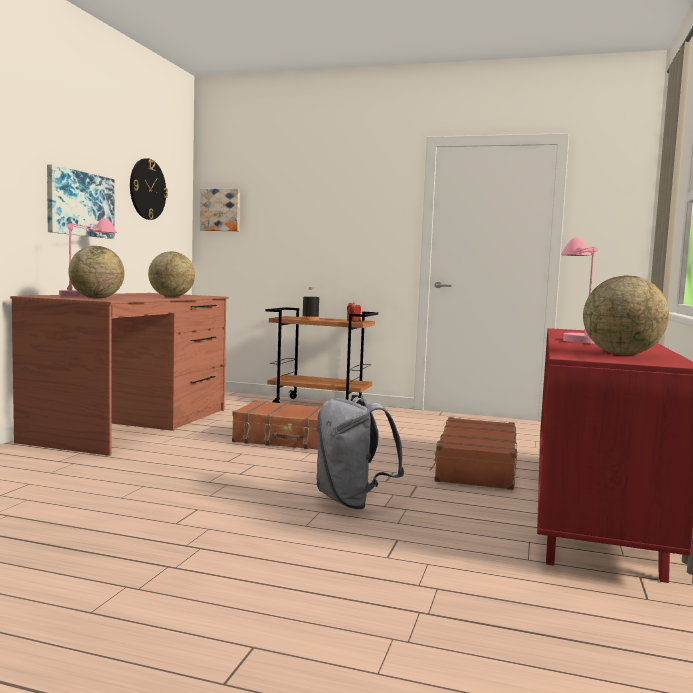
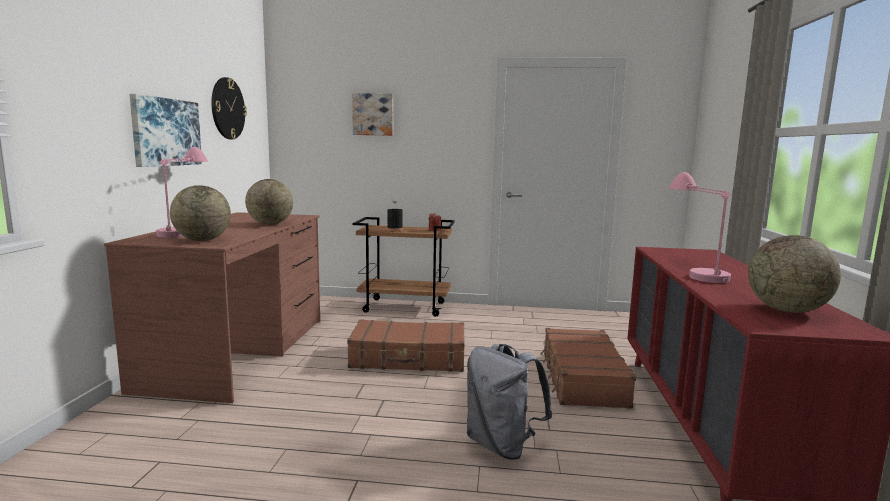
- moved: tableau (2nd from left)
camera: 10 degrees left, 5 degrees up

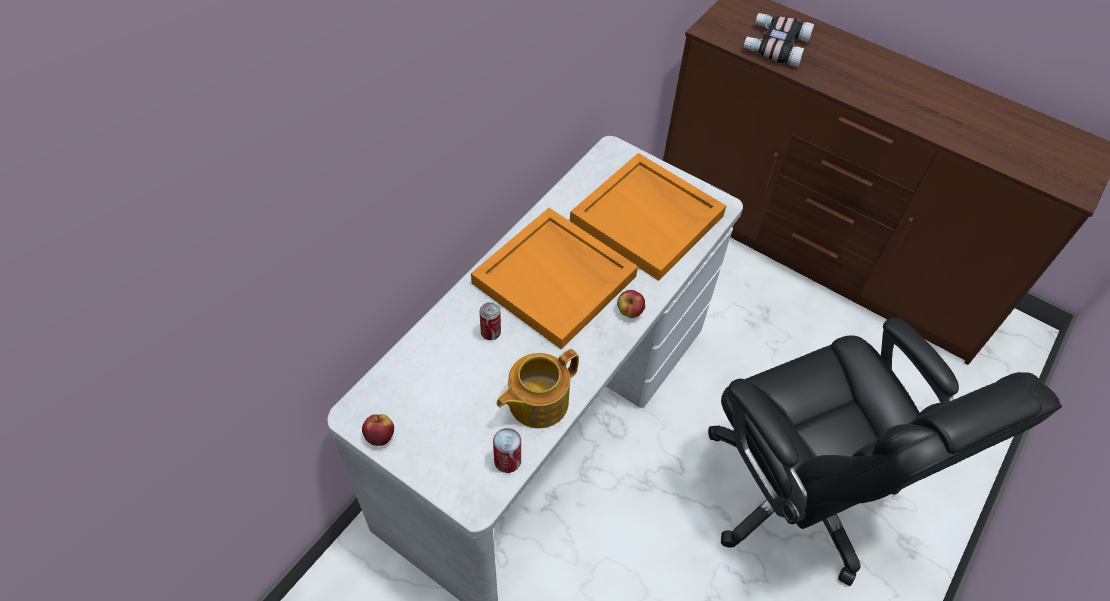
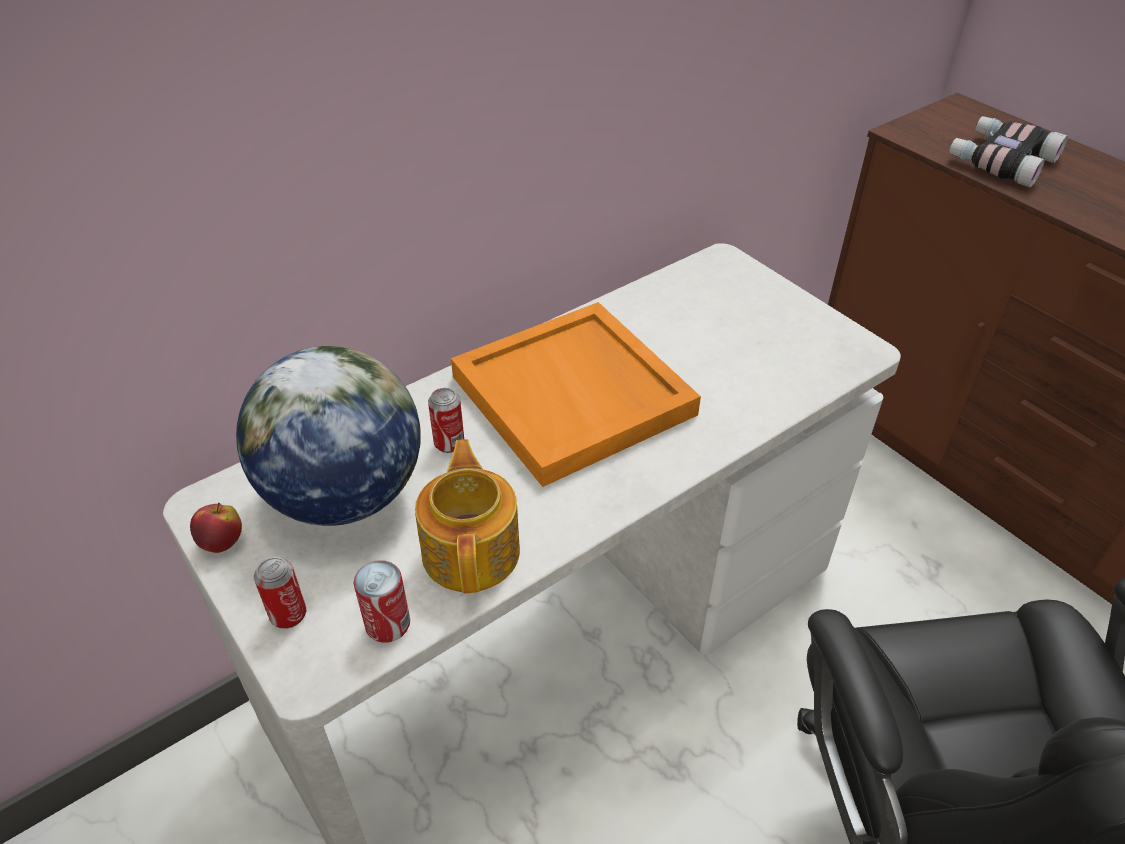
- removed: plateau (orange) (2nd from left)
- removed: pomme (2nd from left)
- added: globe
- added: boîte métallique (1st from left)
- turned: théière 105 degrees clockwise
camera: 20 degrees right, 10 degrees down

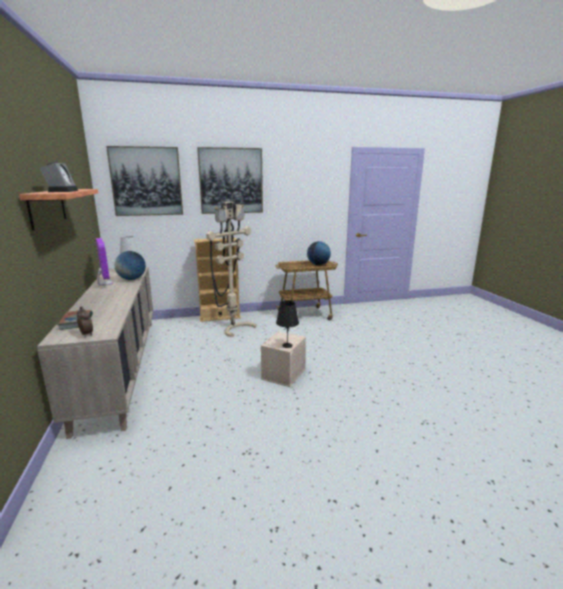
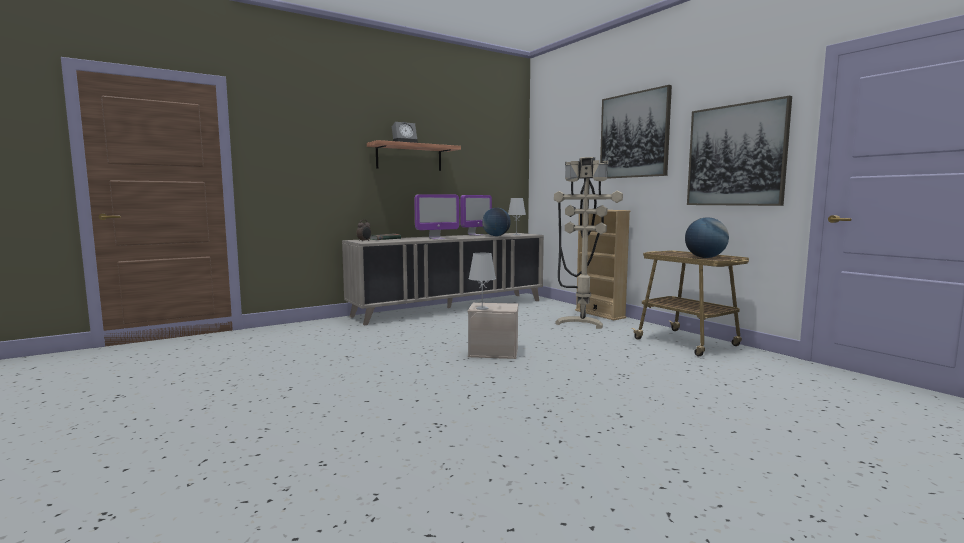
- added: écran d'ordinateur (1st from left)
- moved: tableau (1st from left in the first image) to tableau (2nd from left)
- recoloured: lampe de table (noir) to lampe de table (blanc) (1st from left)
camera: 70 degrees right, 10 degrees down

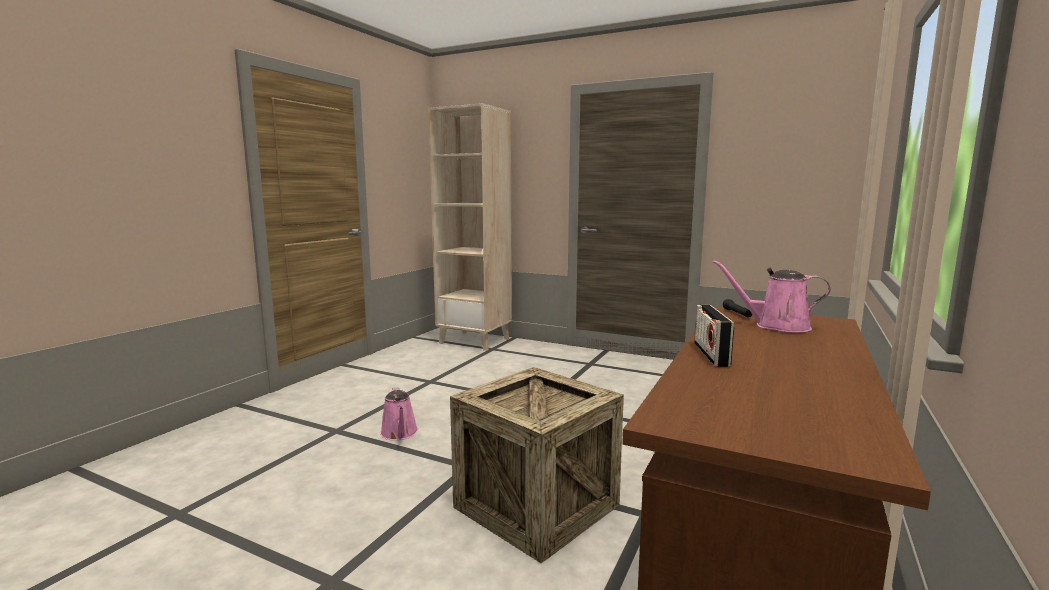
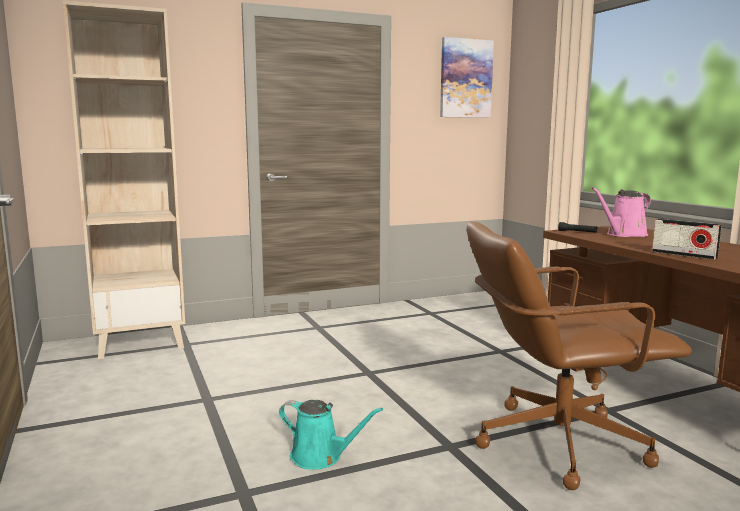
- added: tableau
- replaced: caisse to chaise de bureau (marron)
- recoloured: arrosoir (rose) (1st from left) to arrosoir (turquoise)
camera: 50 degrees left, 0 degrees up

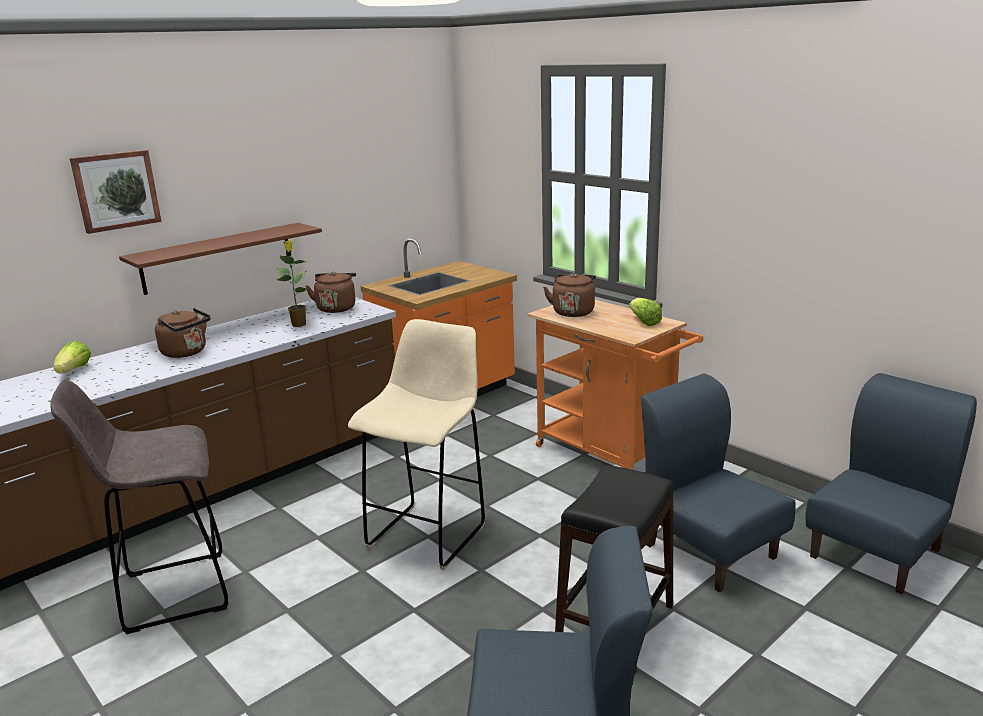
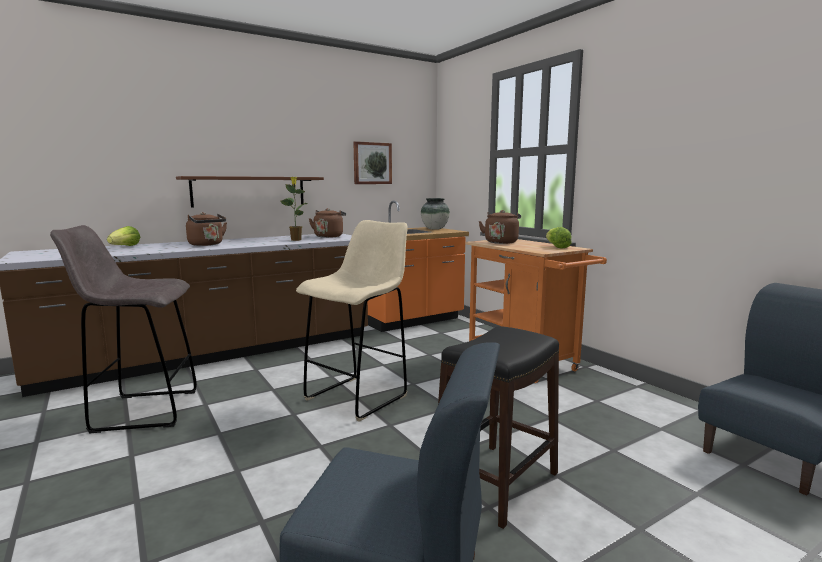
- removed: chaise (bleu) (2nd from left)
- added: vase
- moved: tableau
camera: 10 degrees right, 10 degrees down

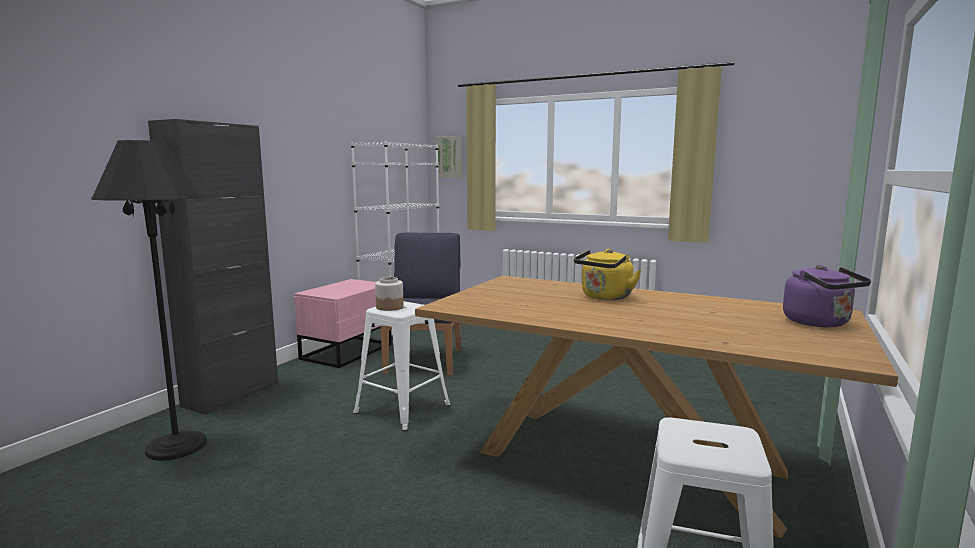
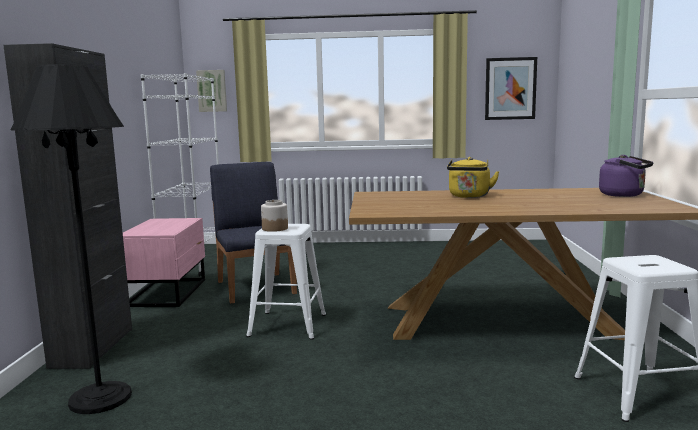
- added: tableau (2nd from left)
camera: 25 degrees left, 0 degrees up

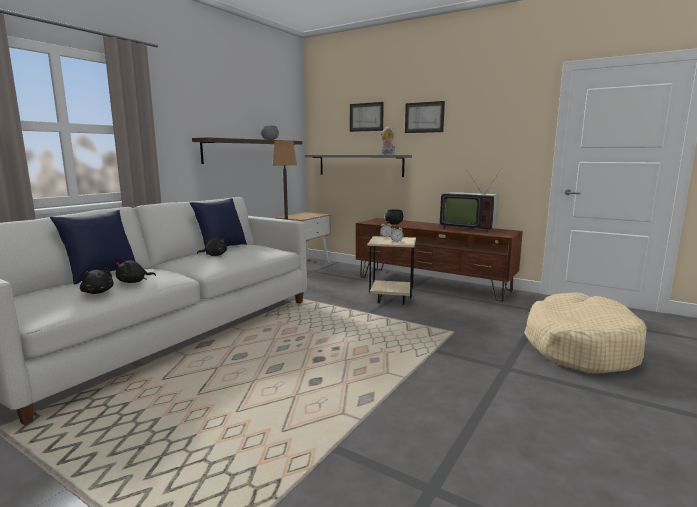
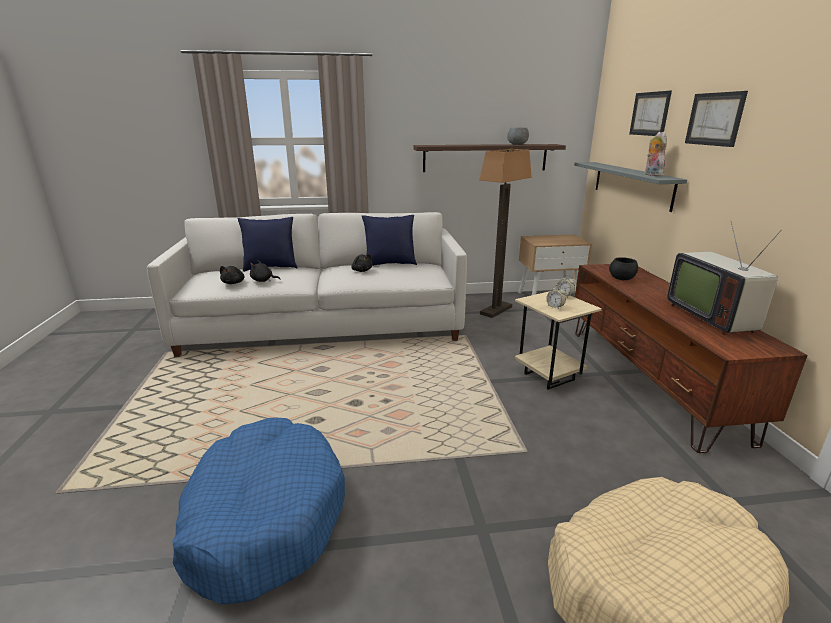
- added: panier pour chien (bleu)
camera: 50 degrees right, 10 degrees up

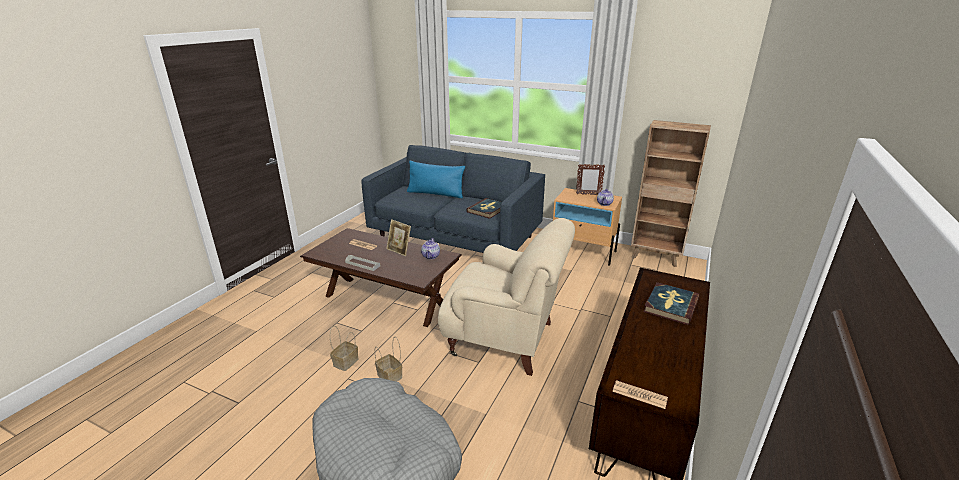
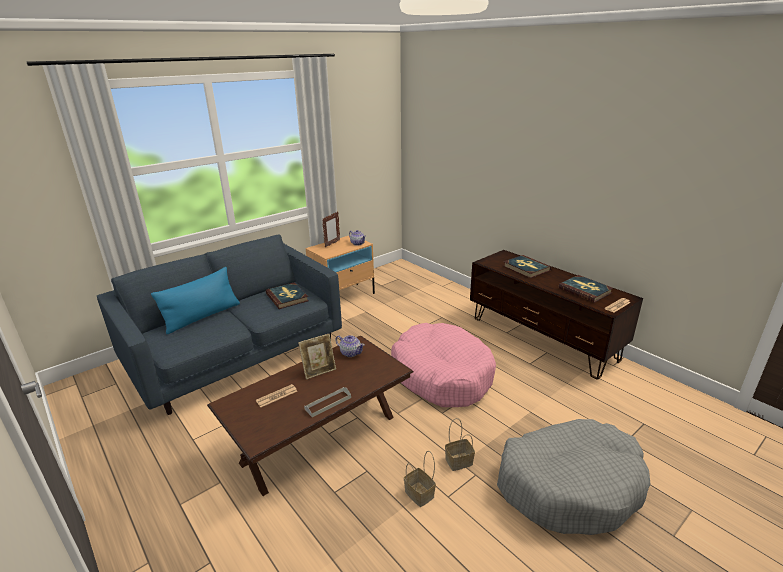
- removed: bibliothèque (marron)
- added: livre (3rd from left)
- replaced: fauteuil (beige) to panier pour chien (rose)
camera: 65 degrees left, 0 degrees up

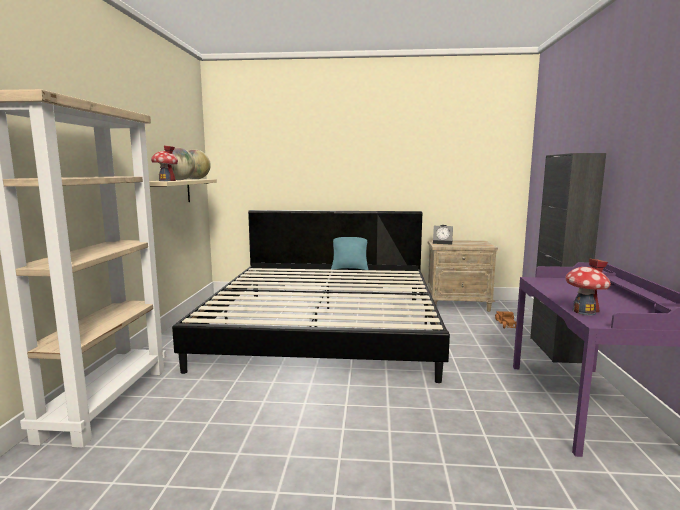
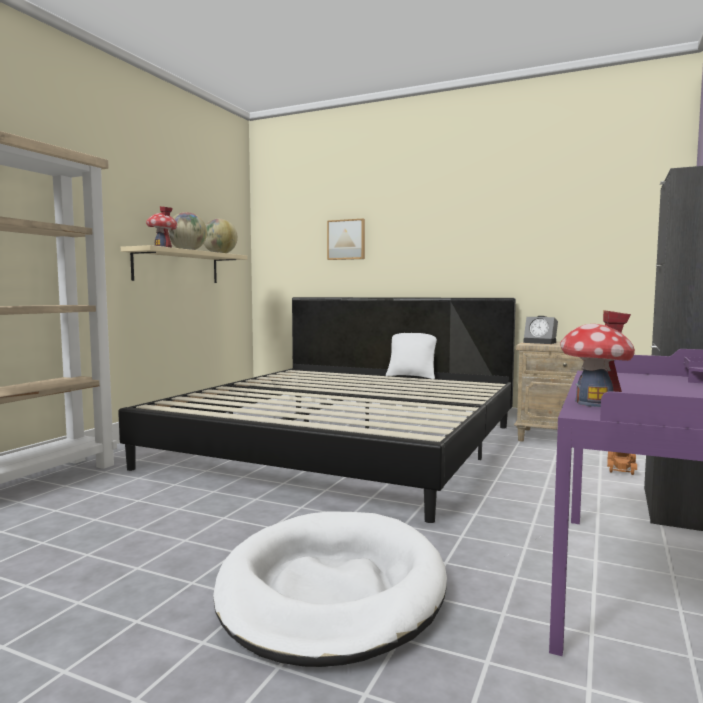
- added: panier pour chien (blanc)
- added: tableau
- recoloured: coussin (turquoise) to coussin (blanc)
camera: 20 degrees right, 5 degrees down

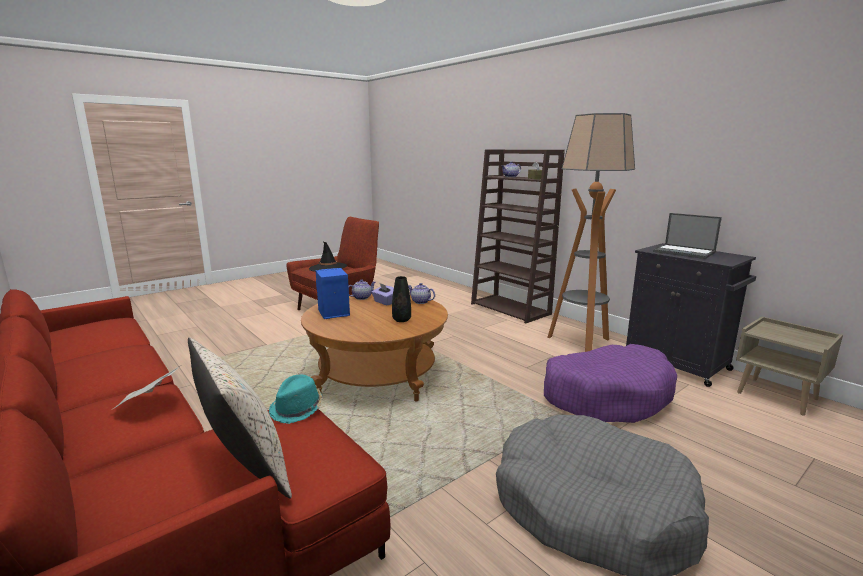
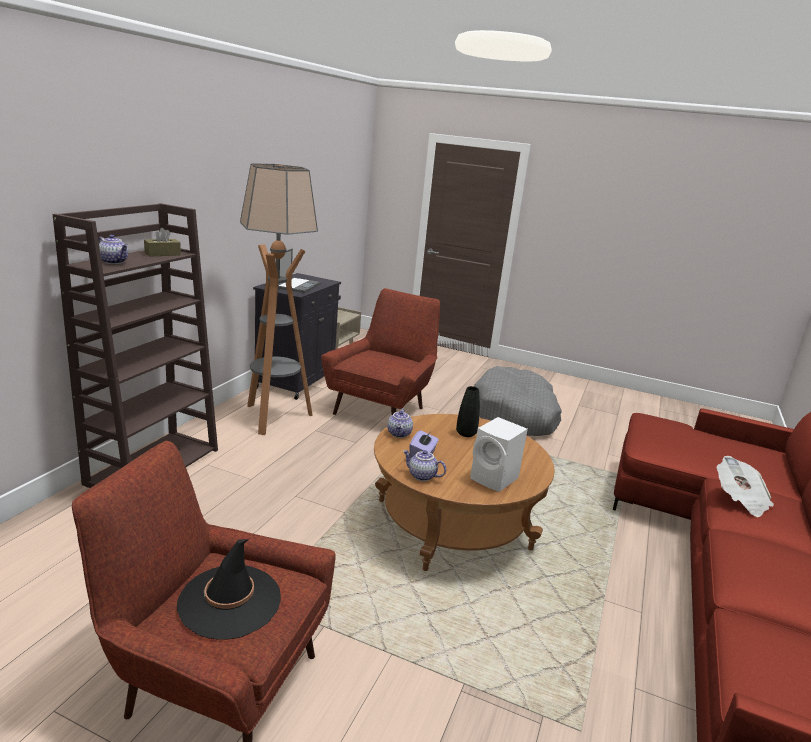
- removed: coussin (beige)
- removed: chapeau (turquoise)
- replaced: panier pour chien (violet) to fauteuil (rouge) (2nd from left)
- recoloured: enceinte (bleu) to enceinte (blanc)
camera: 120 degrees left, 5 degrees up

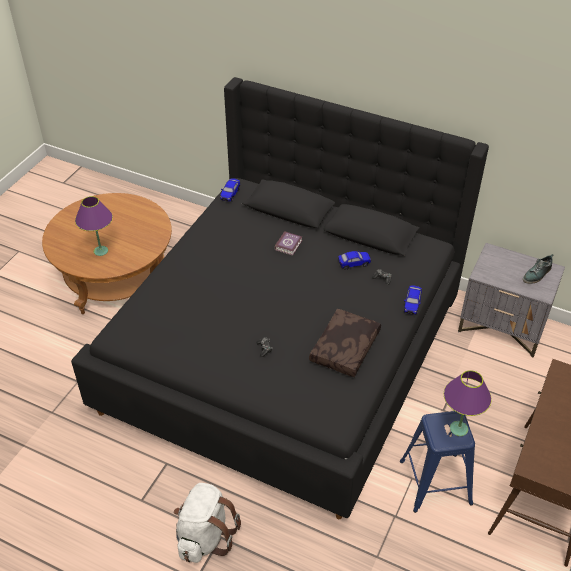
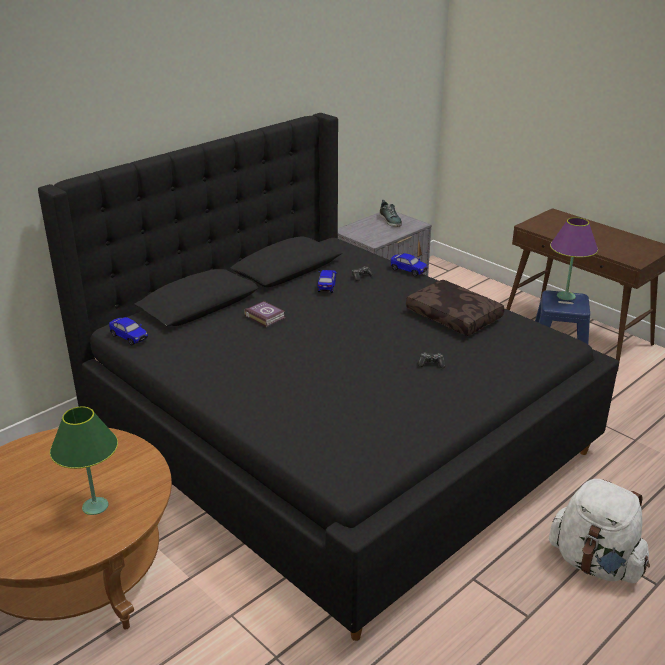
- recoloured: lampe de table (violet) (1st from left) to lampe de table (vert)
camera: 70 degrees left, 15 degrees down

